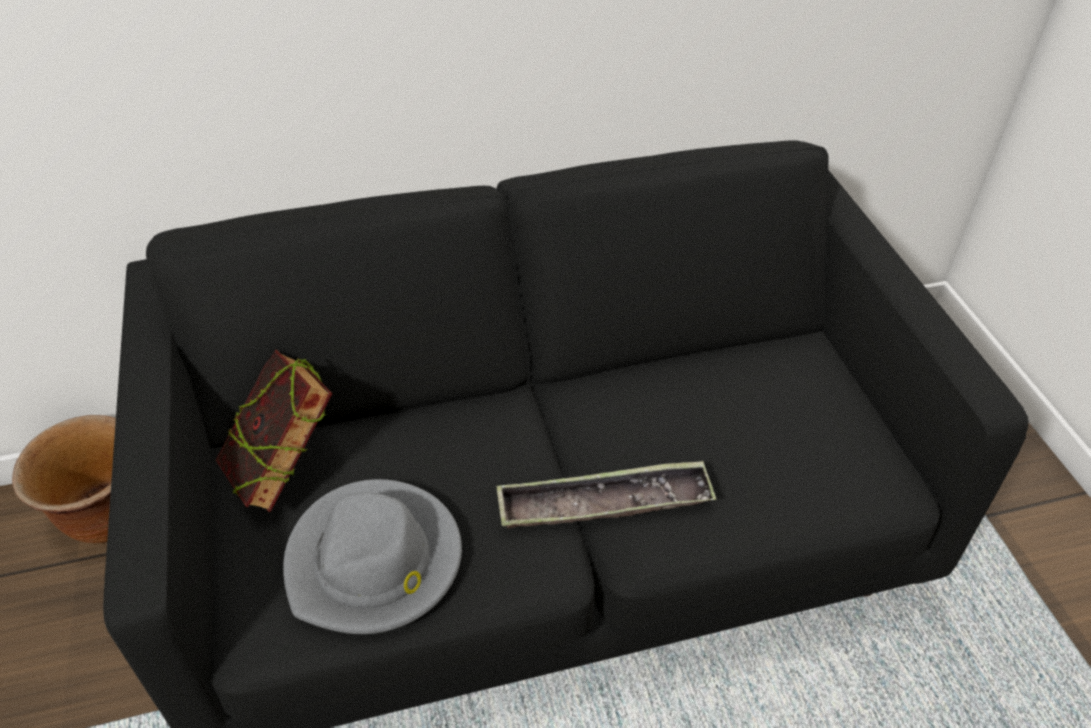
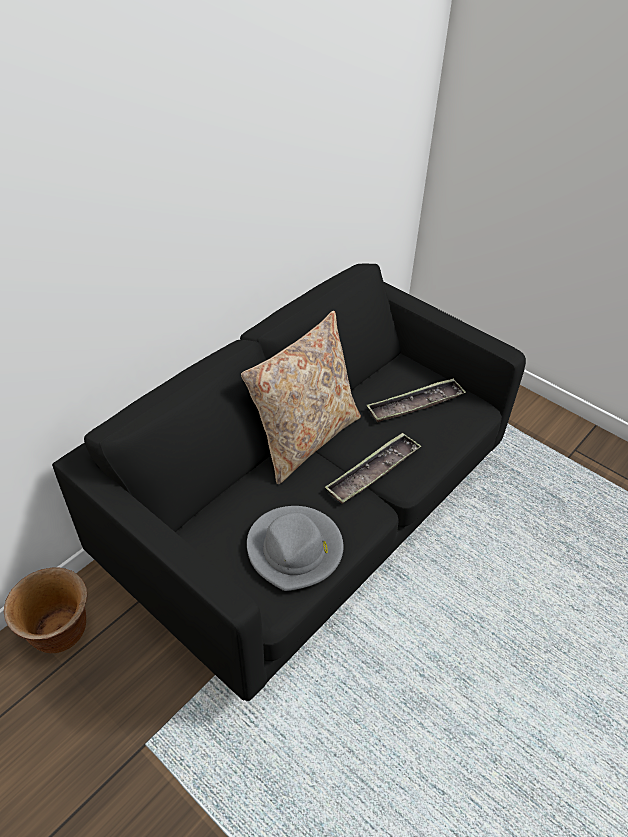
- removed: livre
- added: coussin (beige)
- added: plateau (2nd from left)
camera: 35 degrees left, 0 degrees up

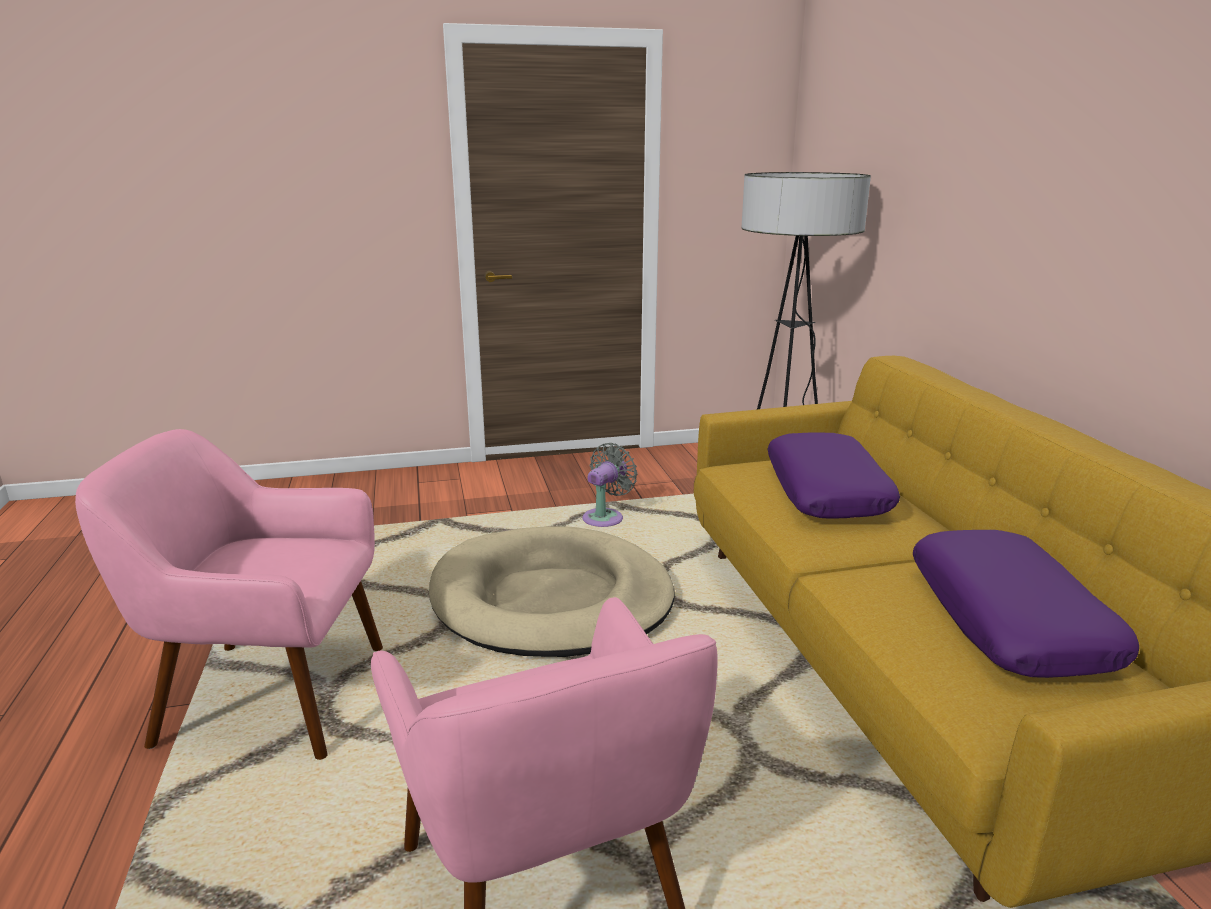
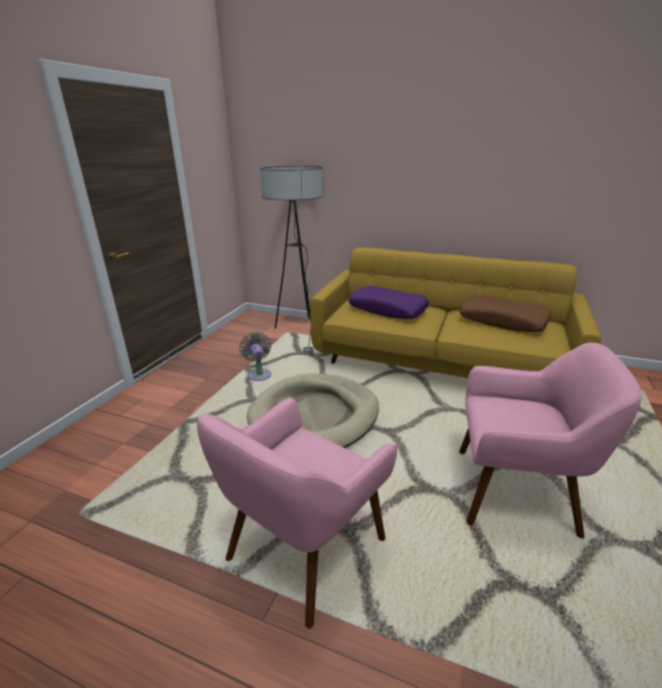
- recoloured: coussin (violet) (2nd from left) to coussin (marron)
camera: 55 degrees left, 5 degrees up

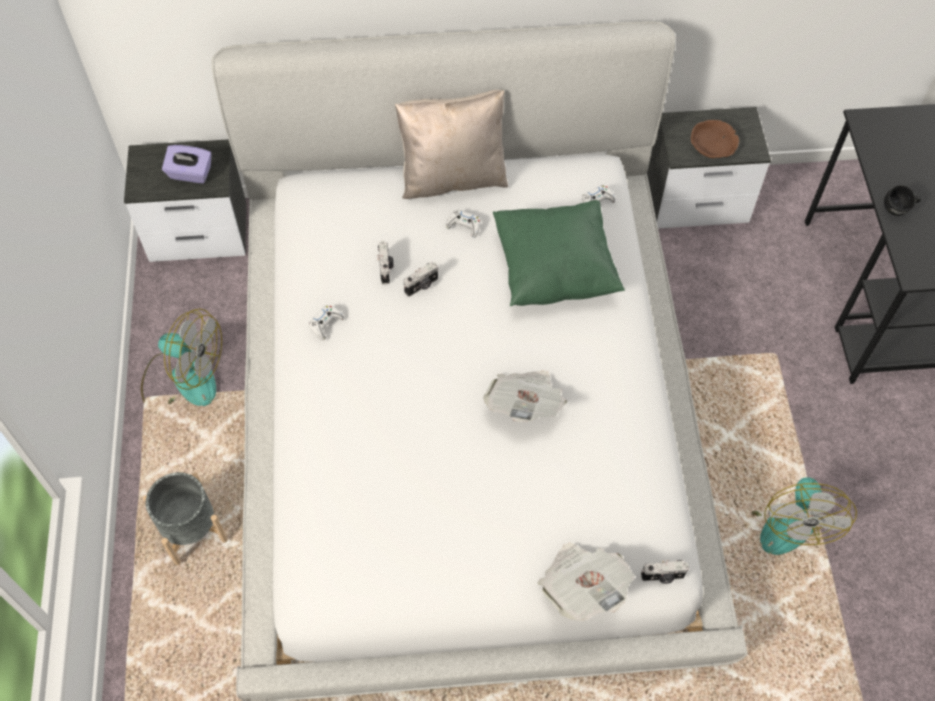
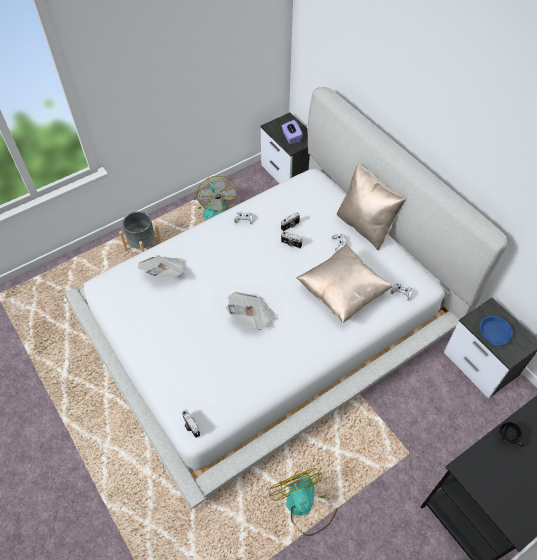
- moved: journal (2nd from left in the first image) to journal (1st from left)
- recoloured: coussin (vert) to coussin (beige) (1st from left)
- recoloured: bol (marron) to bol (bleu)
- turned: ventilateur (2nd from left) 90 degrees clockwise
camera: 60 degrees right, 5 degrees down

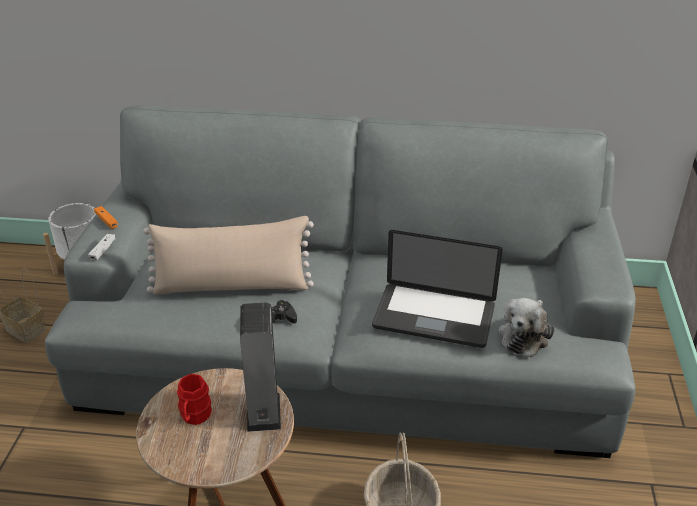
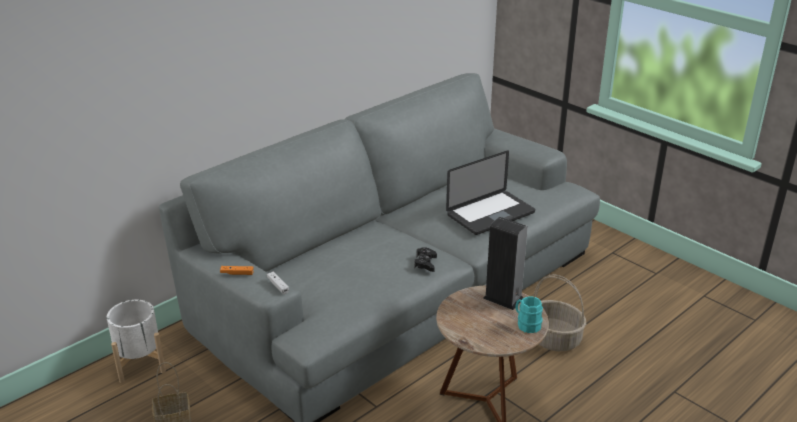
- removed: coussin (beige)
- removed: mug (rouge)
- removed: peluche
- added: mug (turquoise)
camera: 50 degrees left, 5 degrees down

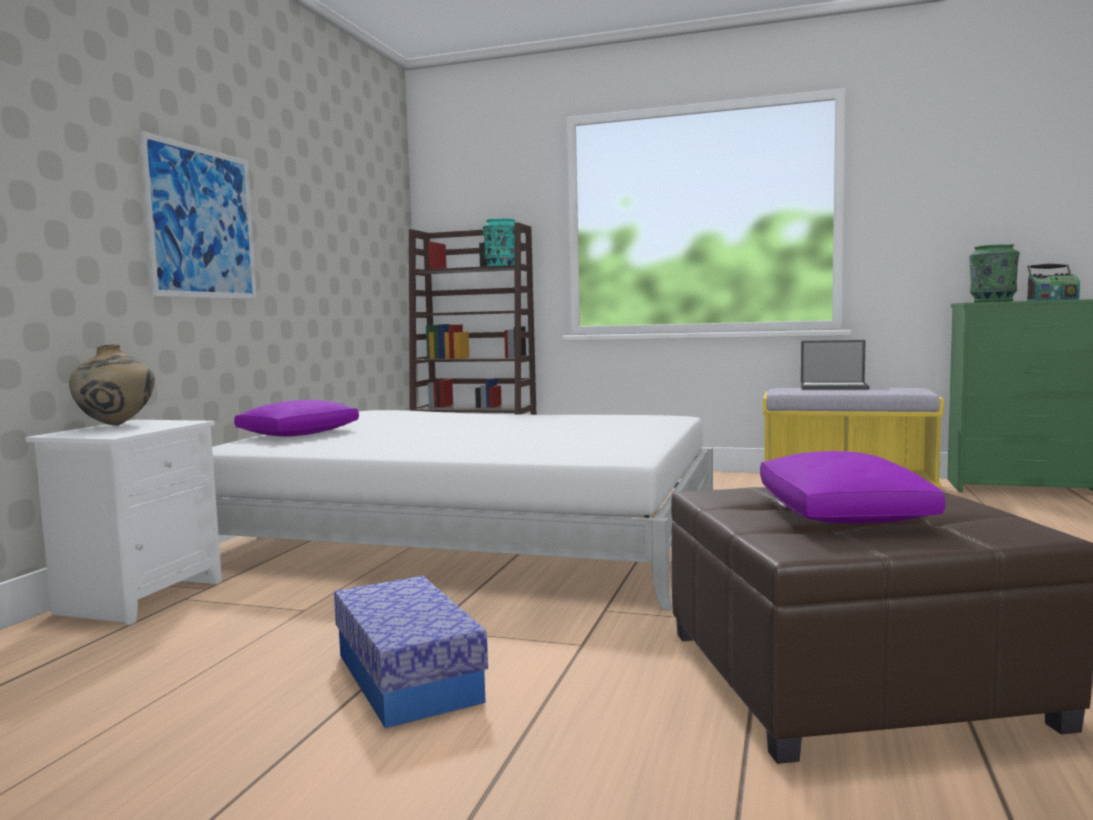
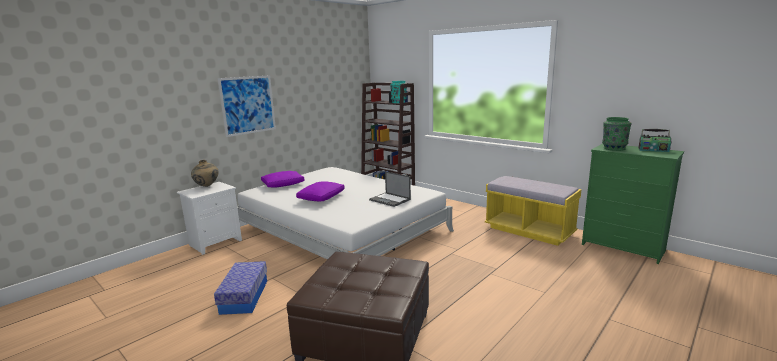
- moved: coussin (violet) (2nd from left)
- moved: ordinateur portable
camera: 25 degrees right, 10 degrees up

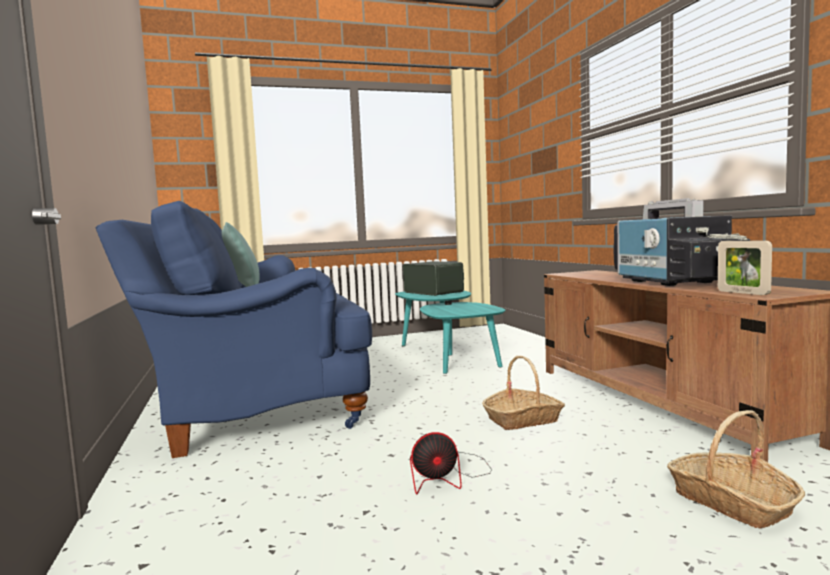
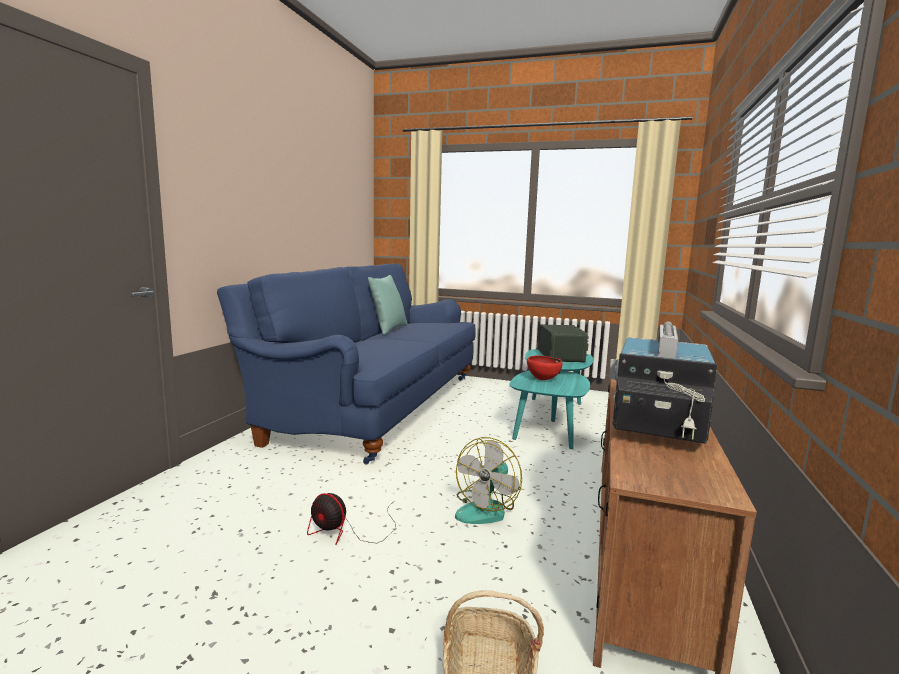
- removed: cadre photo
- added: bol (rouge)
- replaced: panier (1st from left) to ventilateur (2nd from left)
camera: 35 degrees right, 5 degrees up

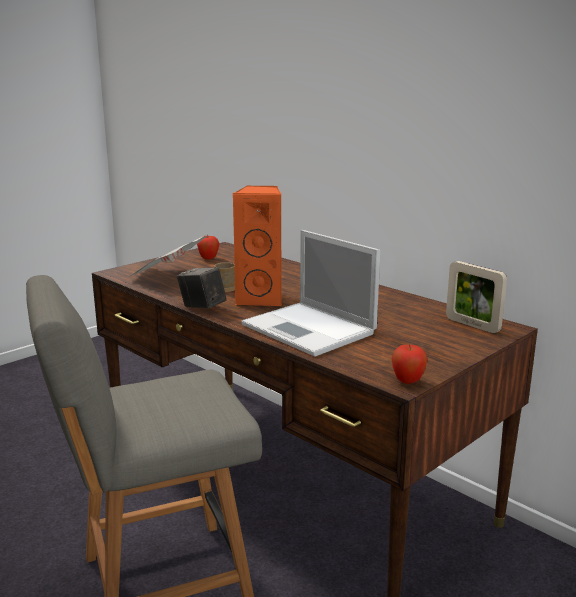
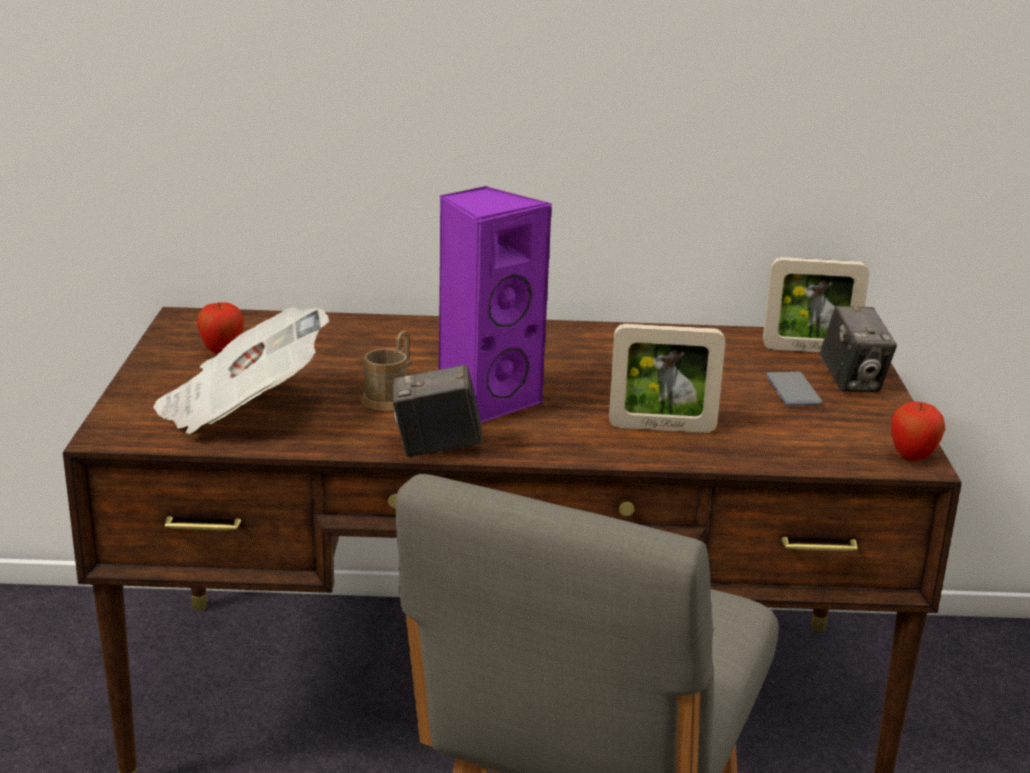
- added: téléphone
- added: appareil photo (2nd from left)
- replaced: ordinateur portable to cadre photo (1st from left)
- recoloured: enceinte (orange) to enceinte (violet)
camera: 45 degrees left, 5 degrees up

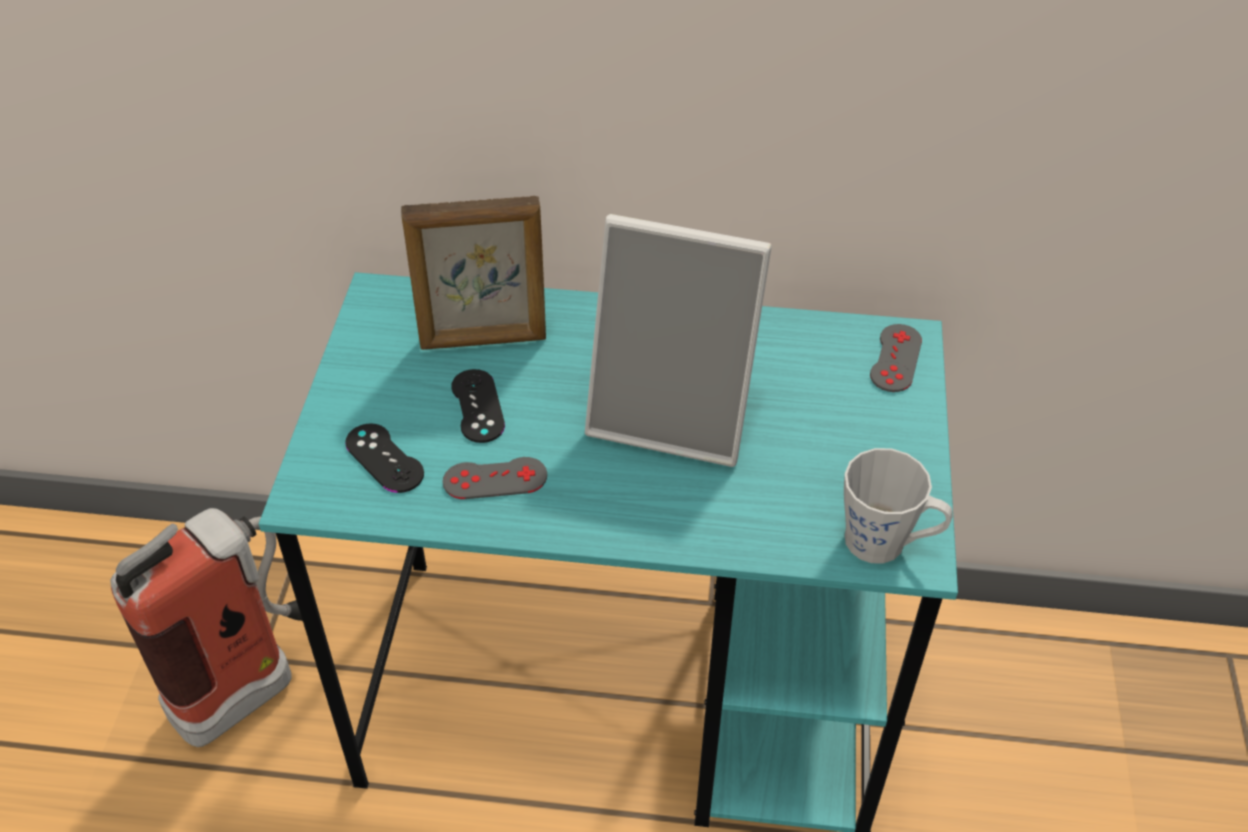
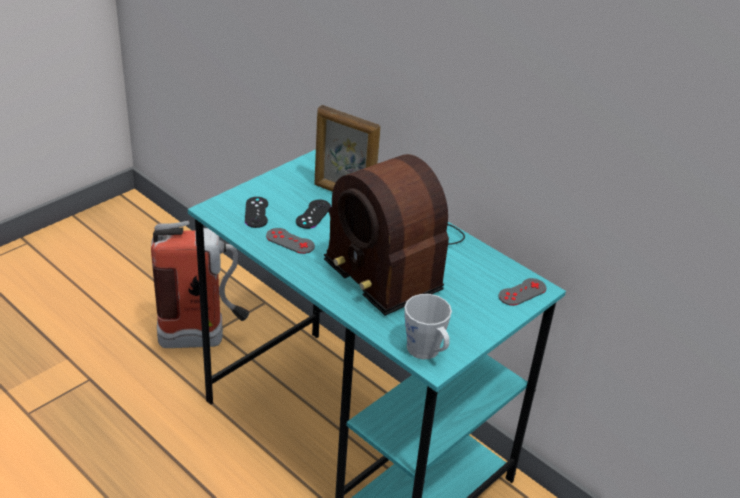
- replaced: cadre photo (2nd from left) to radio
camera: 35 degrees right, 10 degrees down

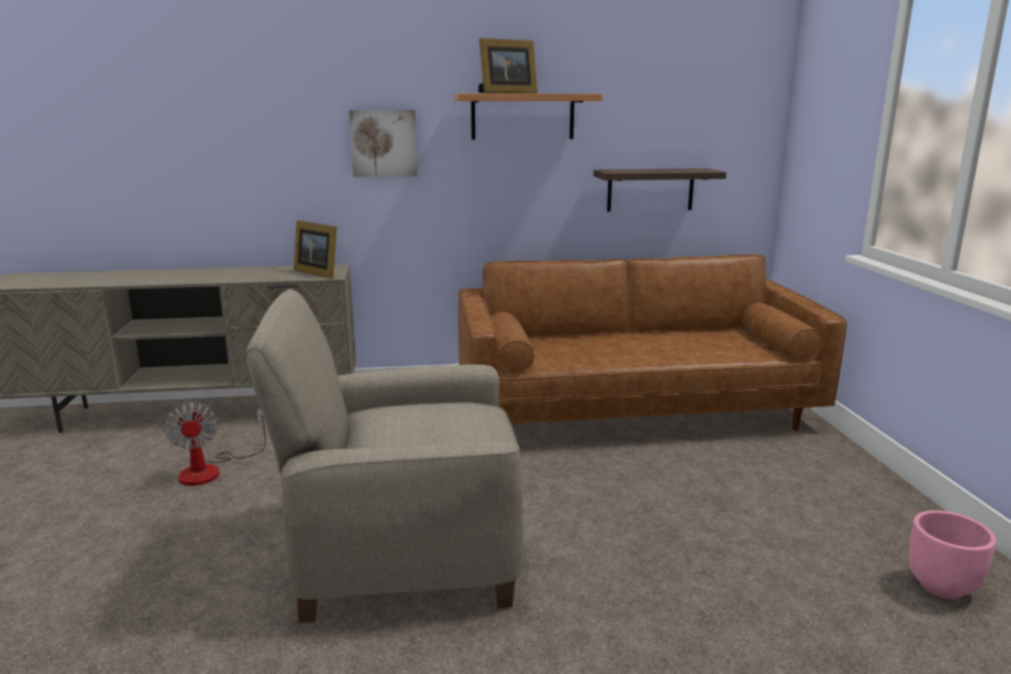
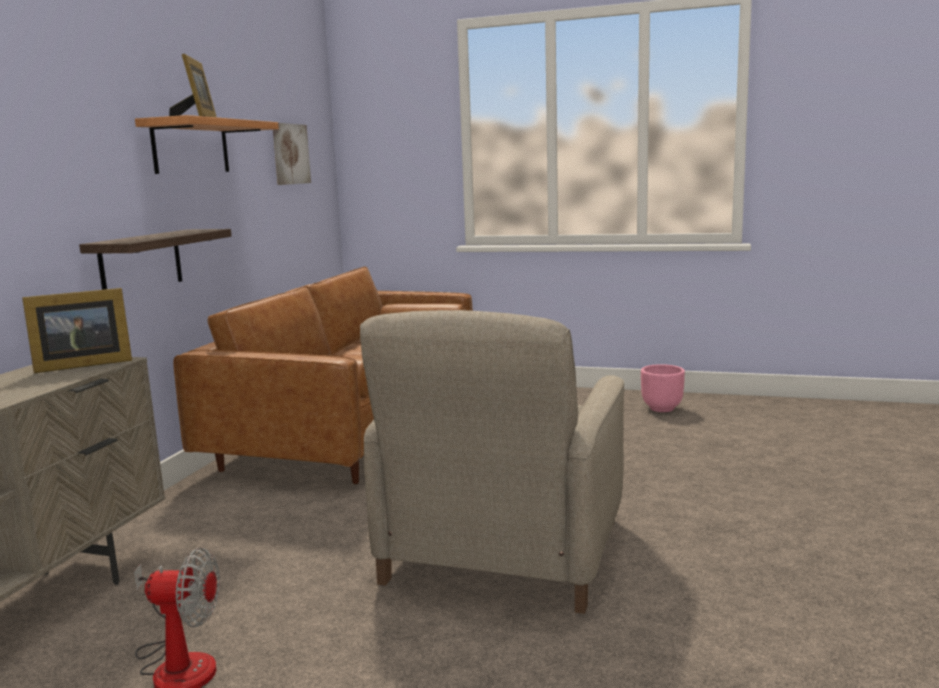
- moved: tableau
- moved: étagère (2nd from left in the first image) to étagère (1st from left)
camera: 65 degrees left, 5 degrees down

